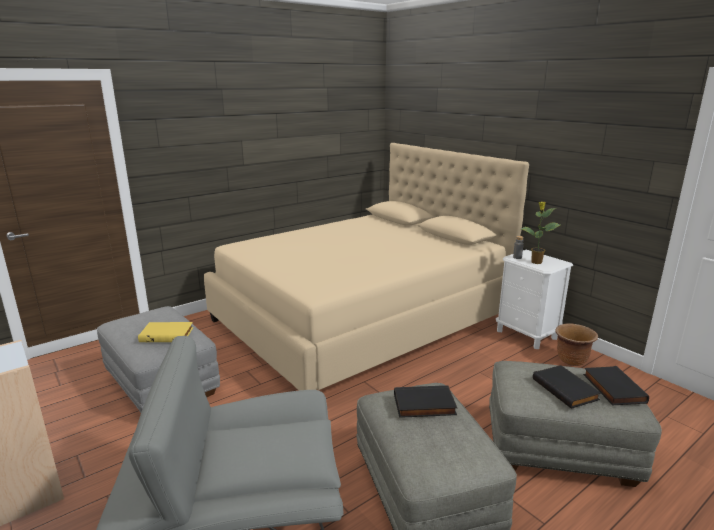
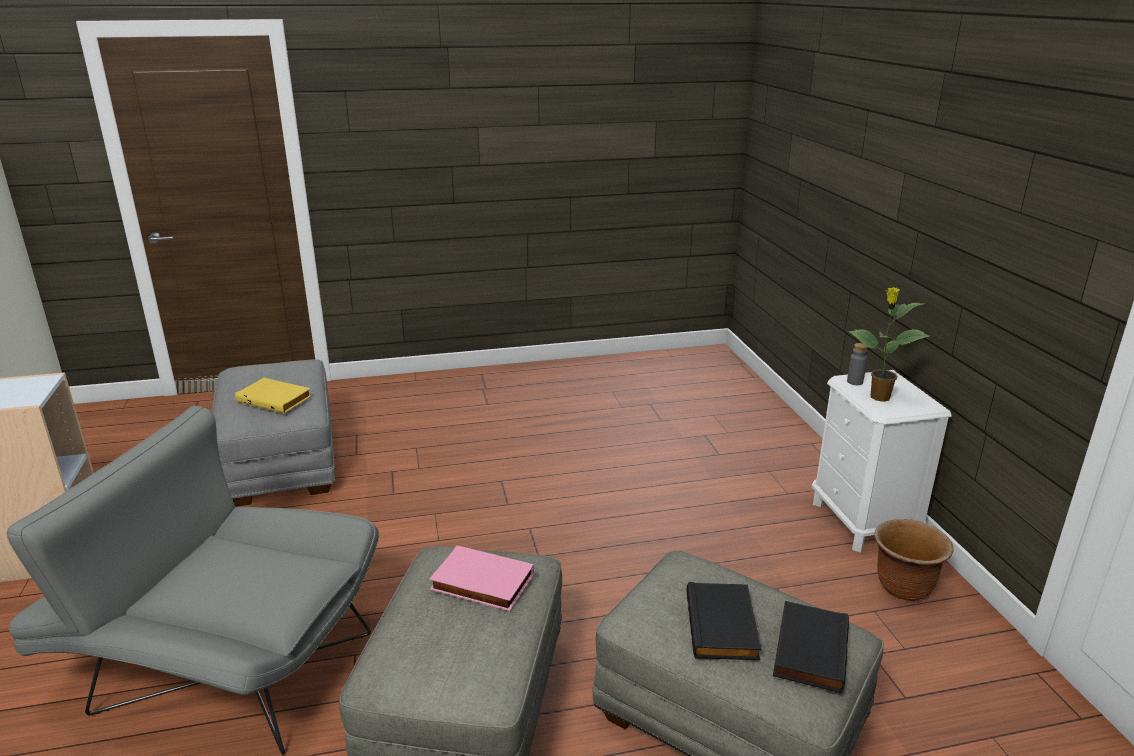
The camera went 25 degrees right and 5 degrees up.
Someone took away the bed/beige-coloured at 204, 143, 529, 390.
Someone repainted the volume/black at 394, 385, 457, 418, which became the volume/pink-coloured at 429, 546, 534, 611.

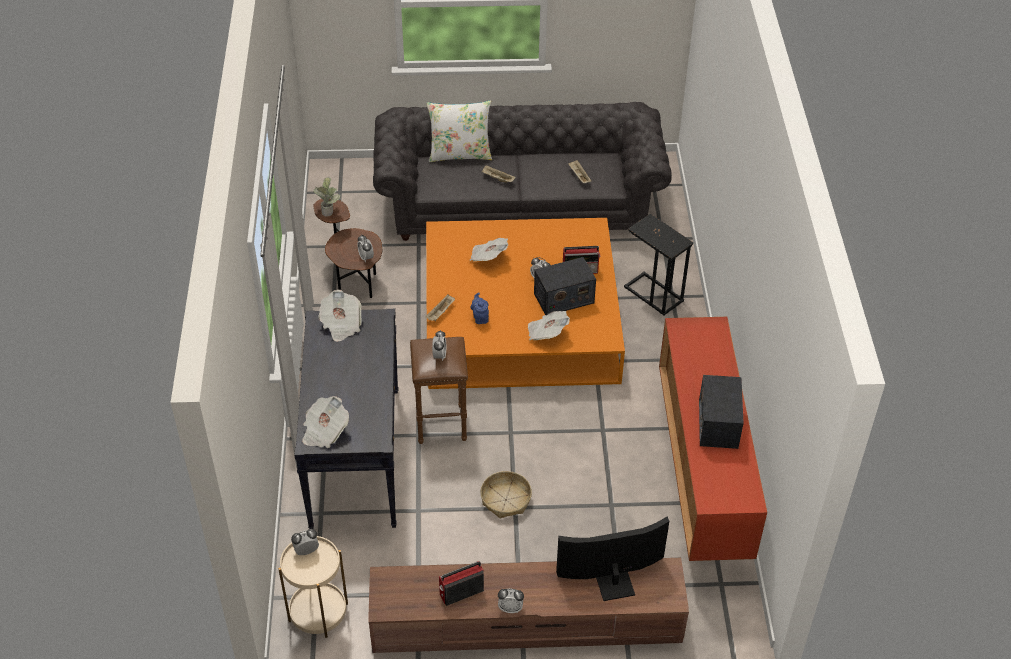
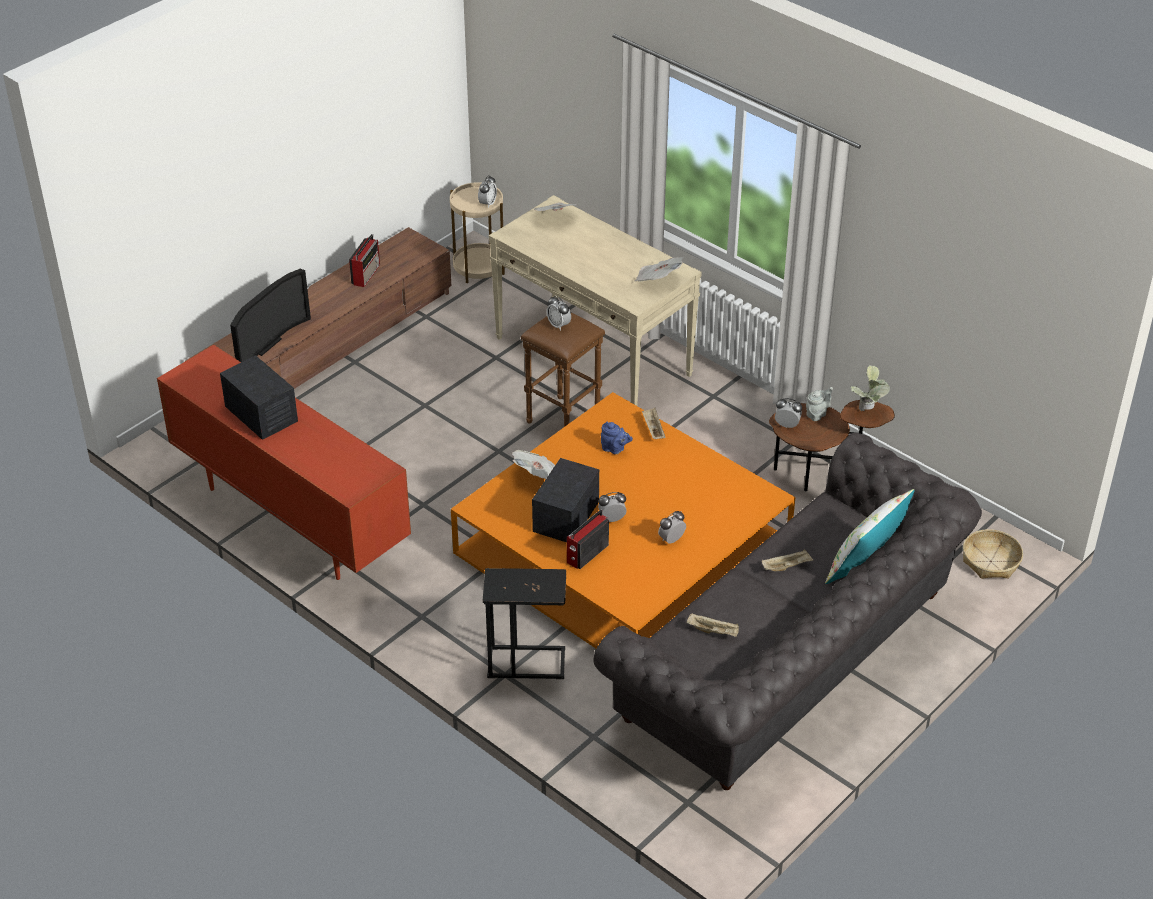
The camera went 135 degrees right and 5 degrees down.
Someone took away the daily paper at 469, 238, 508, 261.
Someone put down the tea pot/gray at 806, 387, 833, 421.
Someone carried the household basket from 480, 471, 532, 518 to 963, 529, 1023, 579.
Someone carried the table clock from 498, 589, 524, 613 to 658, 511, 686, 544.
Someone repainted the hall table/black at 295, 309, 398, 529, which became the hall table/beige-coloured at 489, 195, 702, 406.

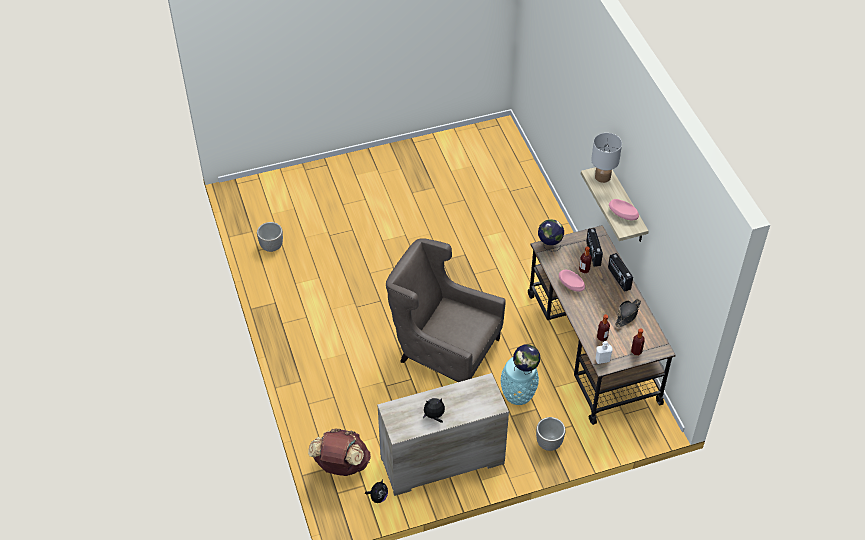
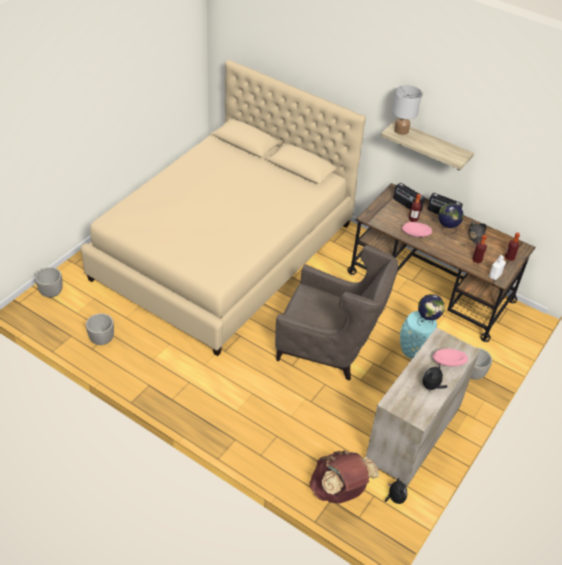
The camera went 40 degrees left and 5 degrees down.
Someone put down the planter at 35, 267, 63, 297.
Someone put down the bed/beige-coloured at 81, 60, 366, 356.
Someone carried the globe from 538, 219, 564, 251 to 438, 203, 463, 234.
Someone carried the bowl/pink-coloured from 609, 199, 639, 220 to 433, 349, 468, 366.
Someone rotated the lounge chair/gray at 386, 238, 506, 382 by 150 degrees counterclockwise.

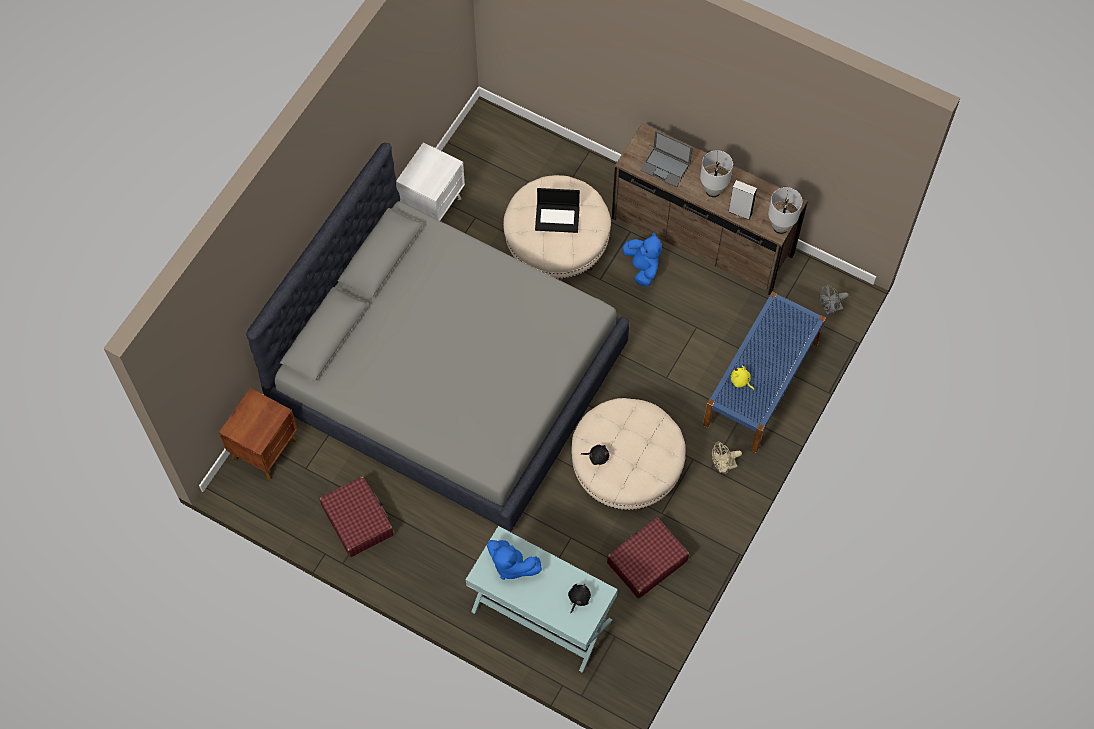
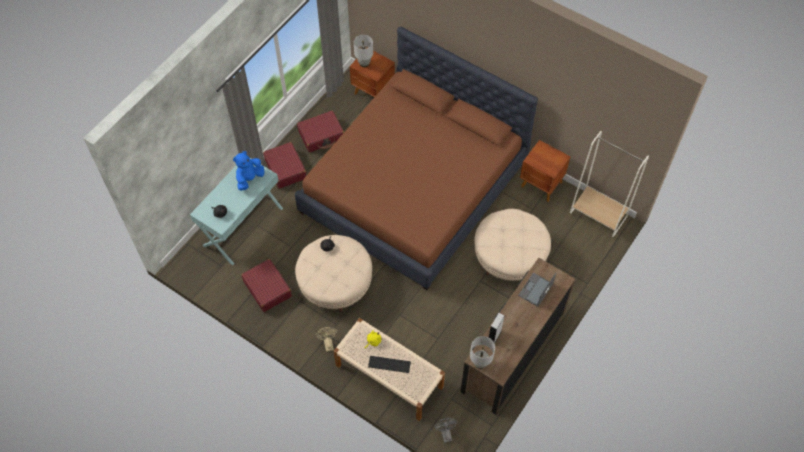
The camera went 95 degrees right and 5 degrees down.
Someone took away the laptop at 535, 188, 580, 233.
Someone took away the plush toy/blue at 623, 232, 662, 287.
Someone put down the suitcase/reddish at 263, 142, 306, 189.
Someone put down the keyboard at 368, 356, 411, 373.
Someone put down the clothes rack at 570, 131, 649, 237.
Someone carried the lamp for a table/white-coloured from 700, 150, 733, 197 to 354, 35, 373, 67.
Someone repainted the bed/gray at 246, 143, 629, 532, which became the bed/brown-coloured at 295, 27, 538, 290.
Someone repainted the night table/white-coloured at 396, 142, 465, 221, which became the night table/brown-coloured at 520, 140, 571, 202.
Someone repainted the long seat/blue at 703, 292, 826, 452, which became the long seat/beige-coloured at 334, 318, 445, 421.

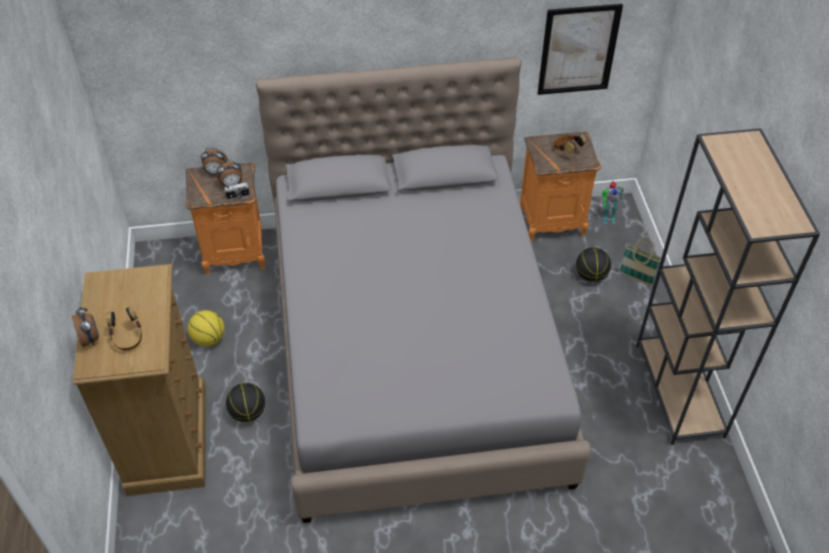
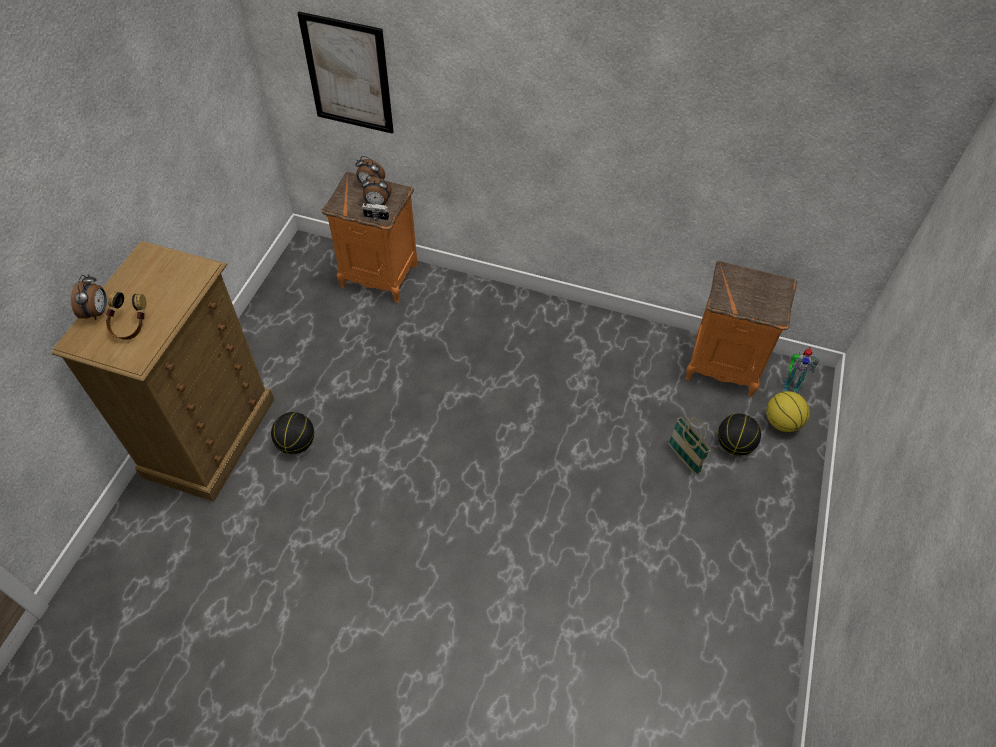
The camera went 25 degrees right and 5 degrees up.
Someone took away the bed/gray at 256, 57, 591, 523.
Someone took away the pair of headphones at 554, 135, 586, 153.
Someone took away the bookcase at 636, 128, 820, 445.
Someone carried the basketball from 187, 310, 225, 347 to 766, 391, 810, 432.
Someone carried the wall art from 537, 4, 623, 95 to 297, 12, 394, 134.
Someone carried the household basket from 619, 238, 661, 286 to 668, 416, 711, 475.

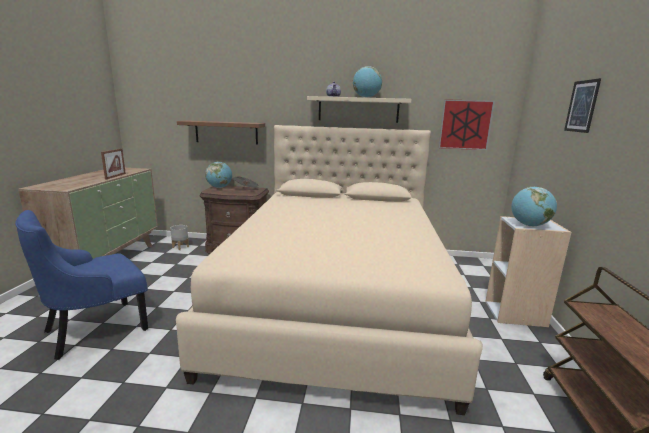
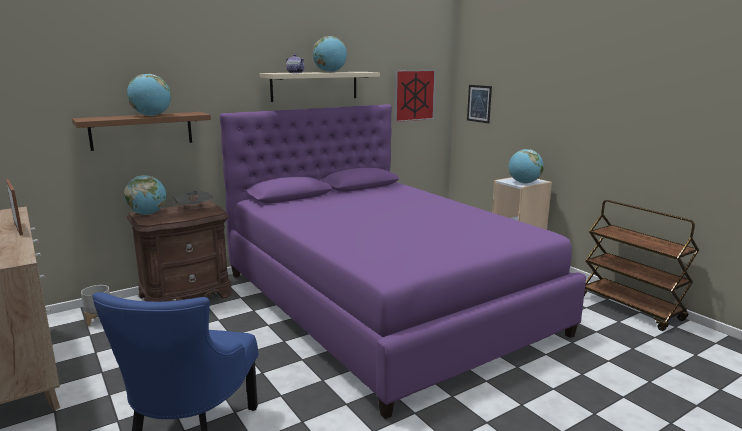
The camera went 40 degrees left and 0 degrees up.
Someone put down the globe at 127, 74, 171, 116.
Someone carried the wall art from 564, 78, 601, 133 to 467, 85, 492, 123.
Someone repainted the bed/beige-coloured at 176, 125, 483, 415, which became the bed/purple-coloured at 220, 104, 586, 419.

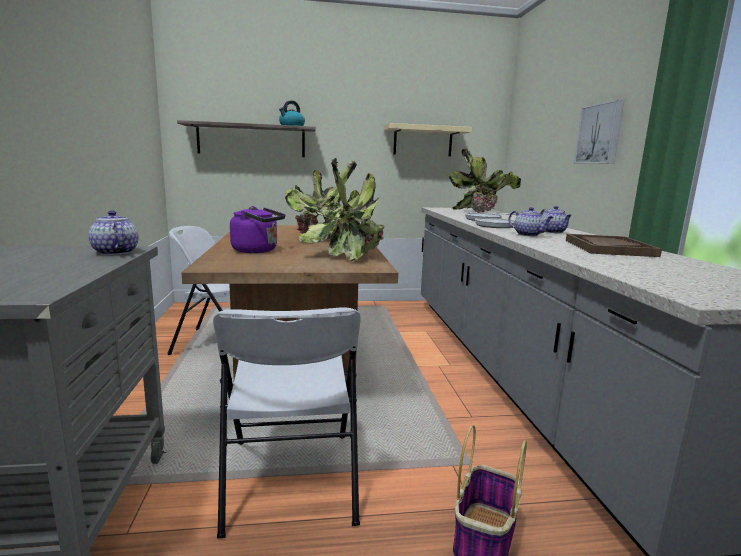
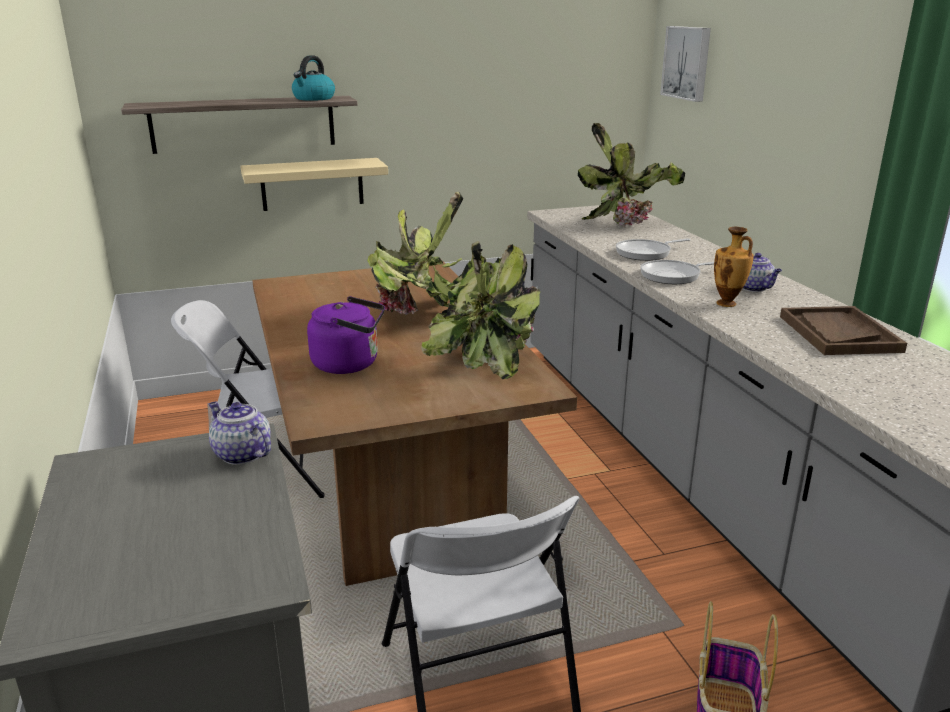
The camera went 10 degrees left and 10 degrees up.
Someone carried the wall shelf/beige-coloured from 384, 123, 472, 157 to 240, 158, 388, 211.
Someone carried the wall art from 574, 100, 625, 164 to 660, 26, 711, 102.
Someone swapped the tea pot at 508, 207, 553, 236 for the flower vase at 714, 227, 754, 307.

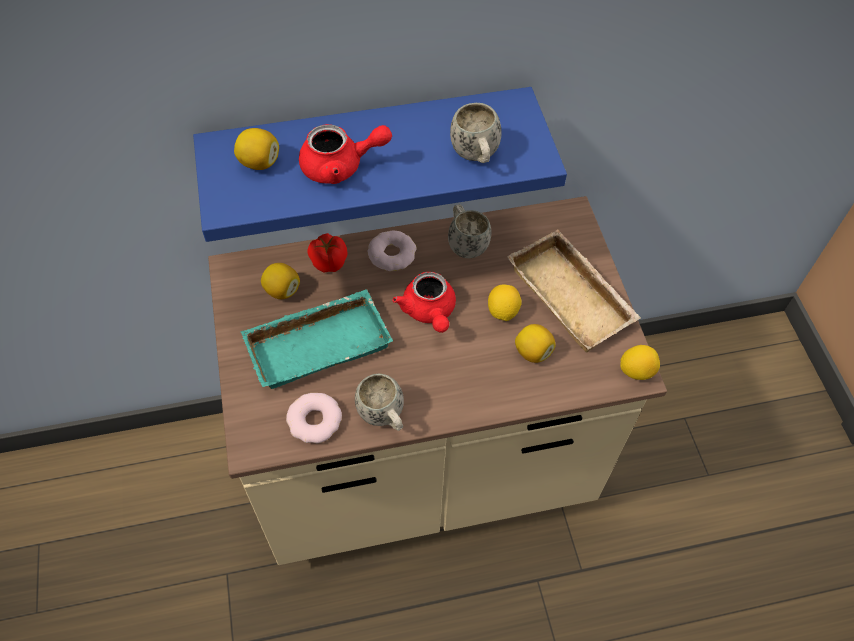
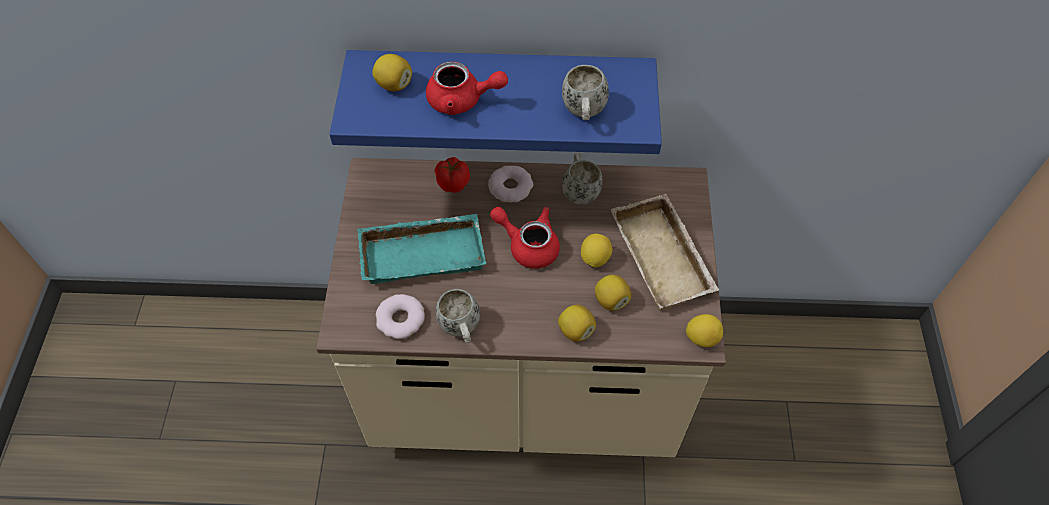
The camera went 15 degrees right and 0 degrees up.
Someone carried the citrus fruit from 261, 263, 300, 299 to 558, 305, 596, 342.
Someone rotated the tea pot/reddish at 393, 272, 456, 333 by 120 degrees clockwise.

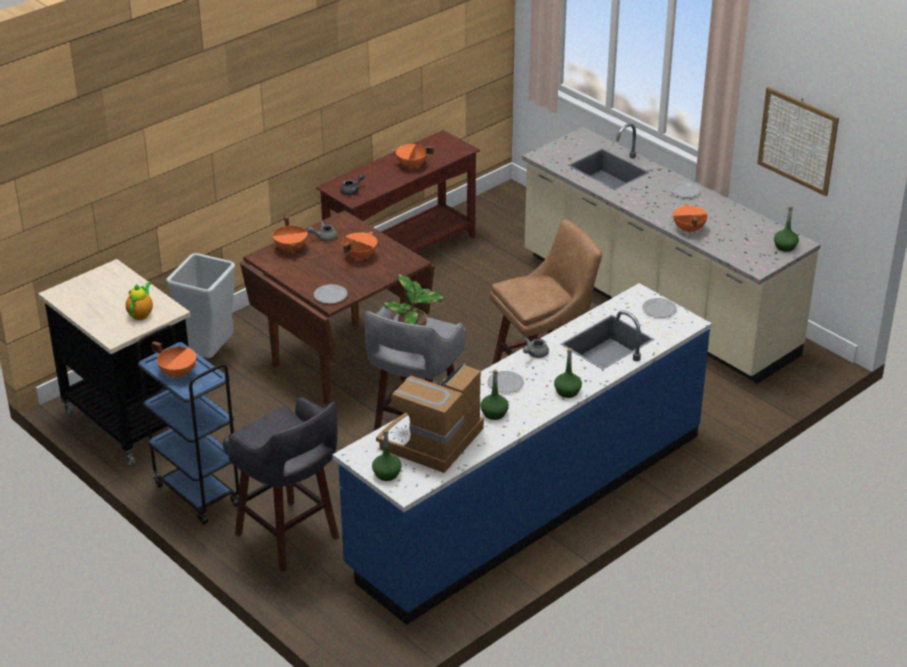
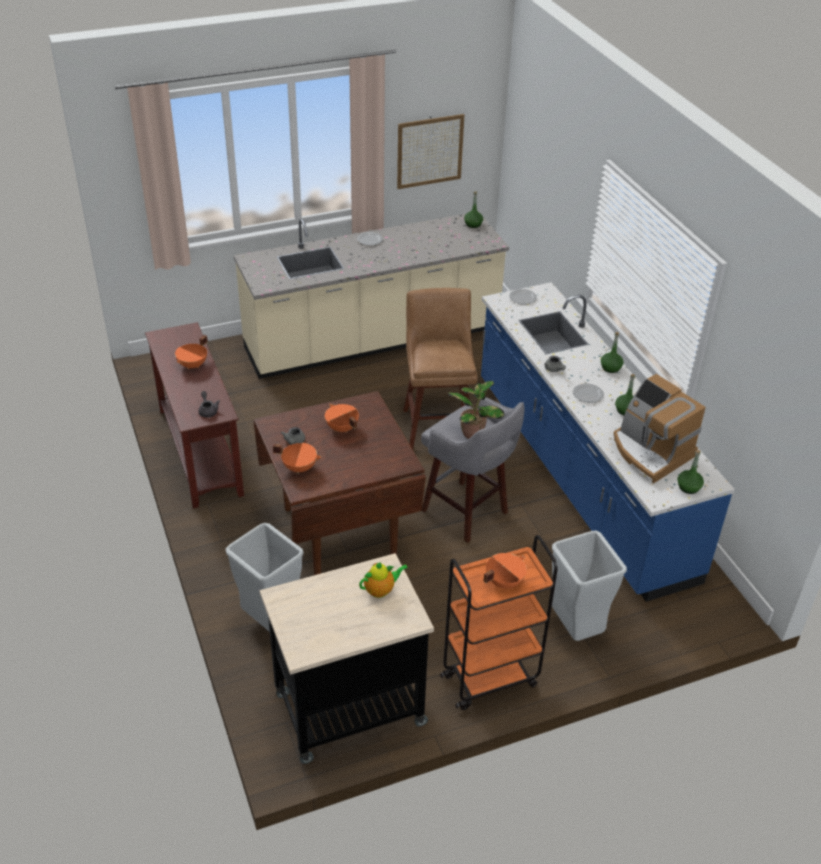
The camera went 70 degrees left and 5 degrees up.
Someone took away the dinner plate at 314, 284, 347, 304.
Someone took away the cooking pot/orange-coloured at 673, 203, 708, 234.
Someone swapped the stool/gray at 223, 396, 339, 572 for the trash can/gray at 552, 531, 627, 641.
Someone repainted the cart/blue at 137, 325, 239, 525, which became the cart/orange-coloured at 440, 535, 558, 710.
Someone rotated the tea pot at 126, 282, 153, 320 by 120 degrees clockwise.

